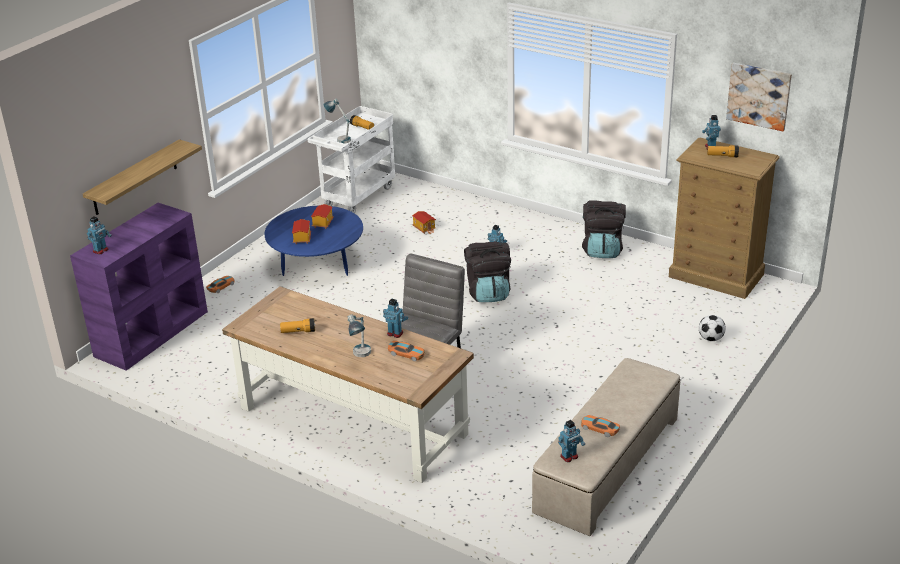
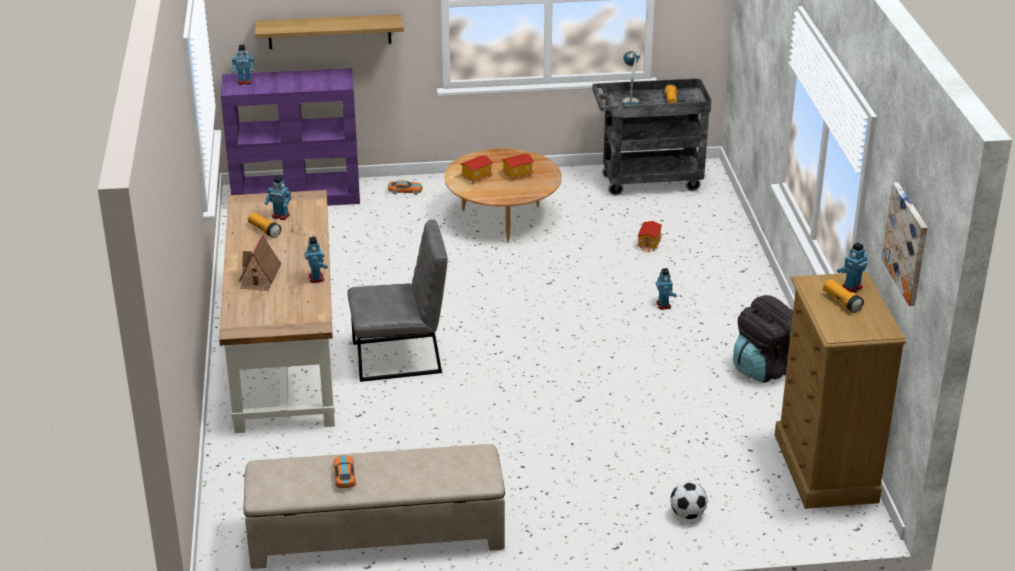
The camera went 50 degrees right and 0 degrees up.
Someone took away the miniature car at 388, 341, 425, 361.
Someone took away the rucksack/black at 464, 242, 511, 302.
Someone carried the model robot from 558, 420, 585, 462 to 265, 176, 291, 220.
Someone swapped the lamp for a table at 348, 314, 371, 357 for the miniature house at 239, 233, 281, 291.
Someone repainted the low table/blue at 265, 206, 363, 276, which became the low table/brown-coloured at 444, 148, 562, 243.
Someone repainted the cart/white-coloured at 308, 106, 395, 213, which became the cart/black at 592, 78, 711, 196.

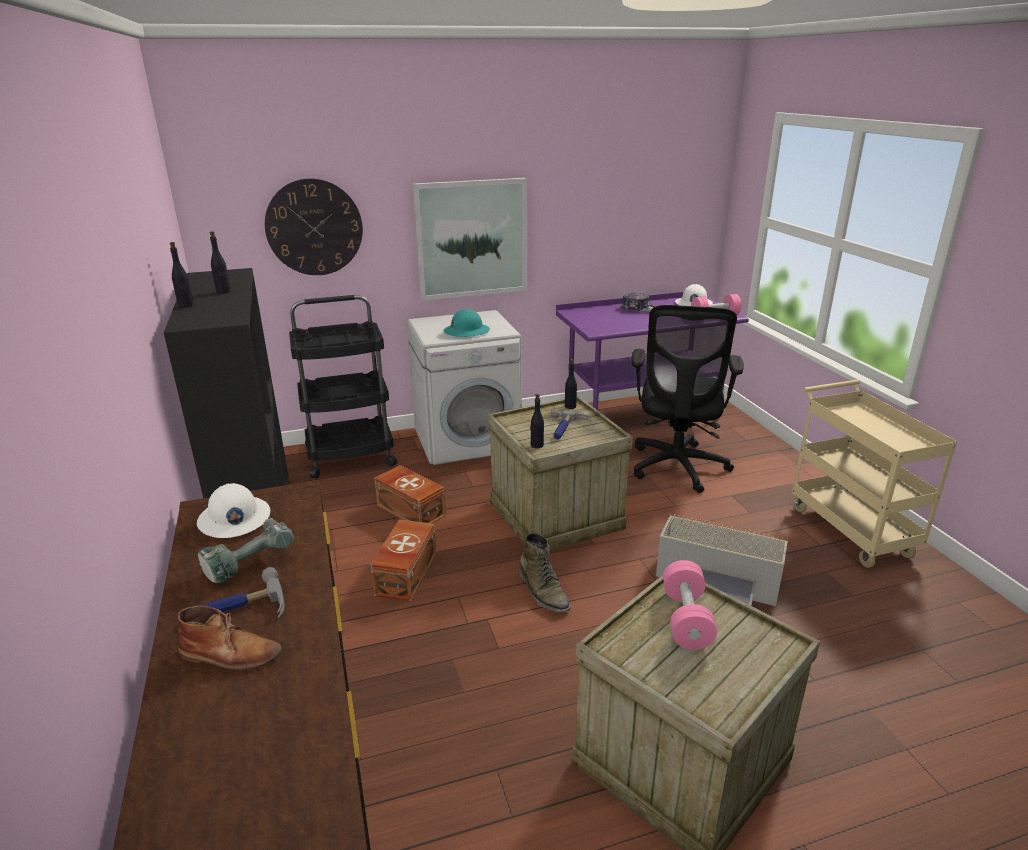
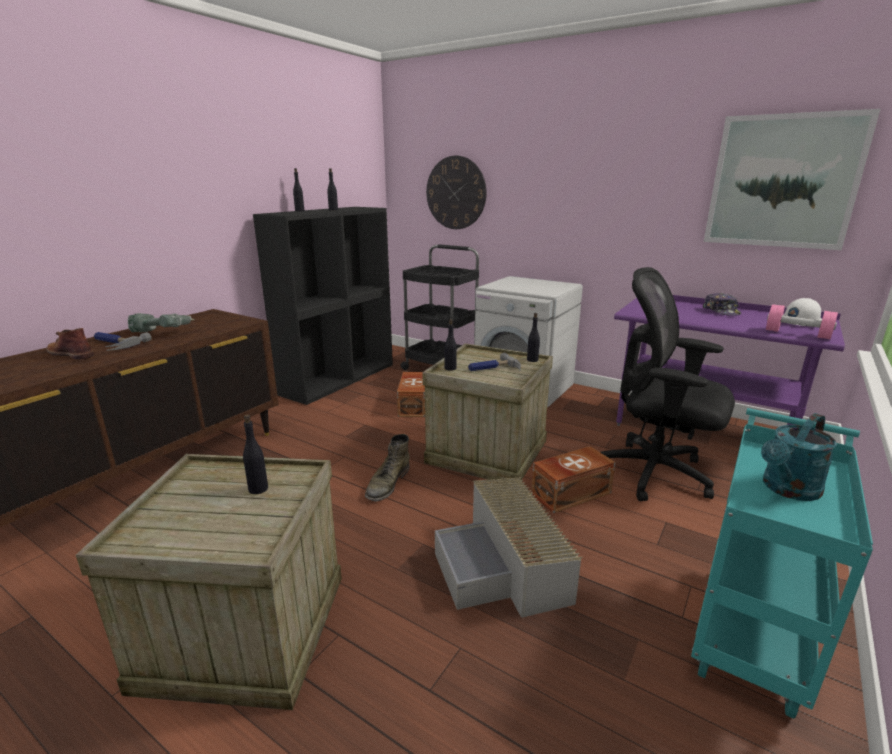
The camera went 50 degrees right and 5 degrees down.
Someone took away the hard hat/white-coloured at 197, 483, 270, 538.
Someone took away the hard hat/turquoise at 443, 309, 490, 337.
Someone put down the watering pot/turquoise at 761, 413, 837, 501.
Someone carried the storage box/brown-coloured from 370, 519, 436, 601 to 531, 446, 615, 513.
Someone carried the wall art from 412, 178, 527, 301 to 704, 109, 880, 250.
Someone swapped the free weight/pink-coloured at 663, 560, 717, 650 for the beverage bottle/black at 243, 415, 268, 494.
Someone repainted the cart/beige-coloured at 792, 379, 957, 568, which became the cart/turquoise at 691, 408, 873, 718.
Someone rotated the high-top boot/brown-coloured at 178, 605, 282, 670 by 150 degrees clockwise.
Someone rotated the office chair/black at 631, 305, 744, 493 by 60 degrees clockwise.

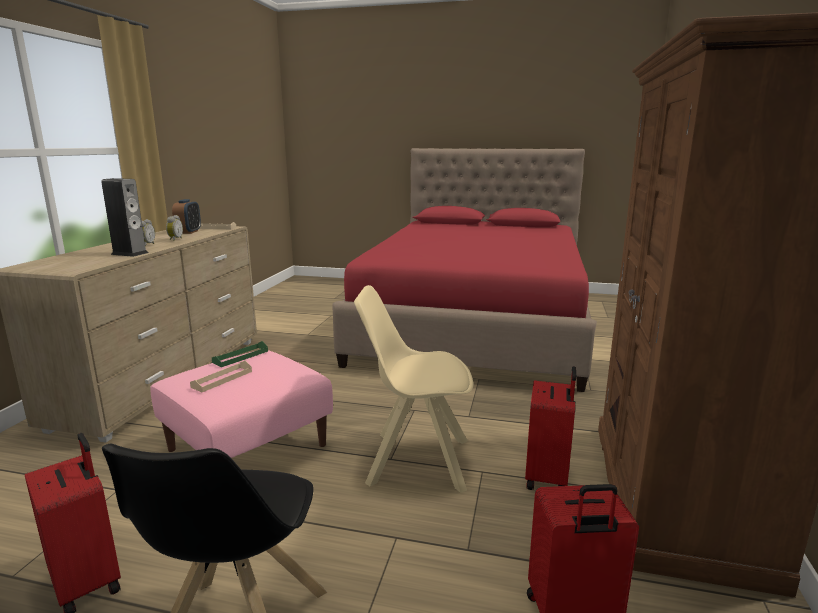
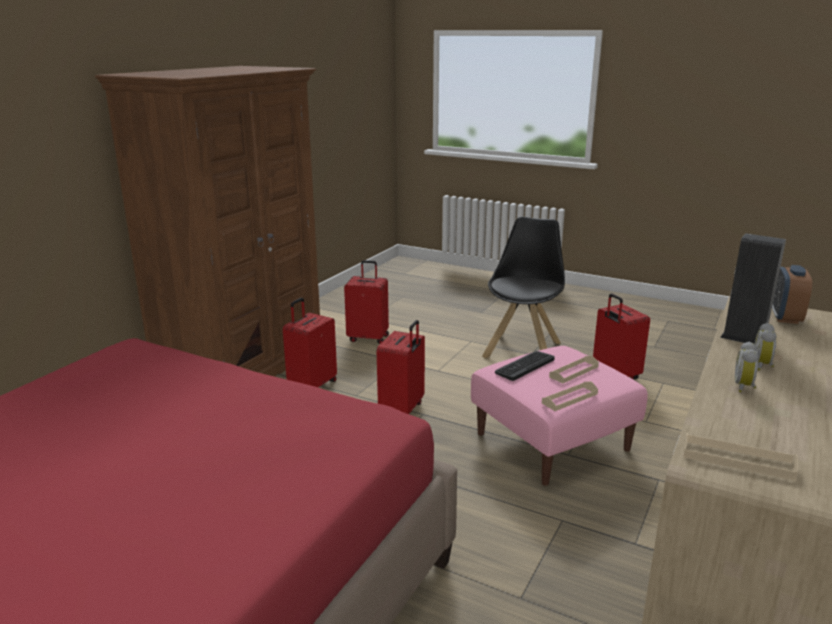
The camera went 165 degrees left and 5 degrees up.
Someone put down the keyboard at 495, 351, 555, 381.
Someone carried the table clock from 172, 199, 201, 234 to 772, 265, 812, 324.
Someone swapped the plain chair/beige-coloured at 354, 285, 473, 493 for the suitcase/reddish at 377, 320, 425, 414.
Someone repainted the tray/green-coloured at 212, 341, 268, 367, which became the tray/beige-coloured at 542, 381, 598, 411.

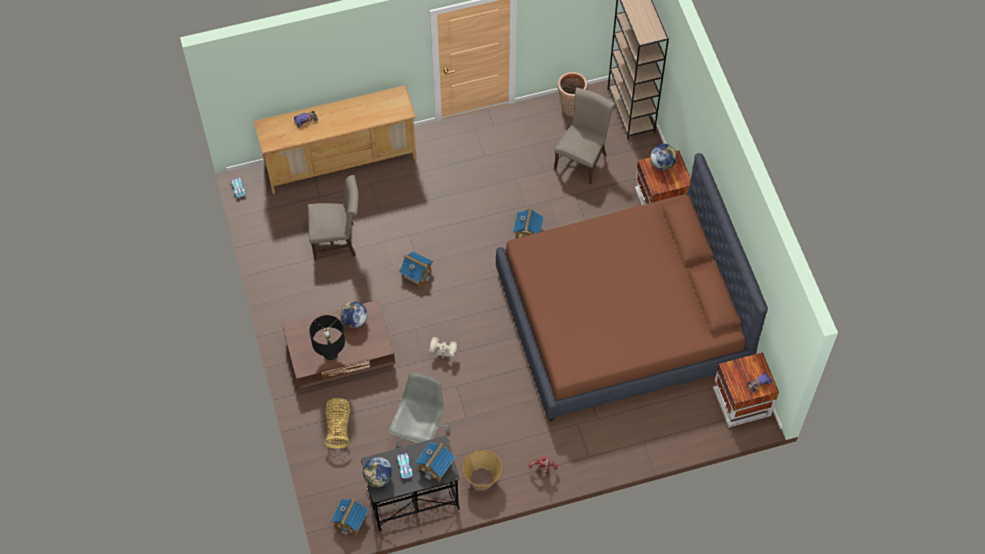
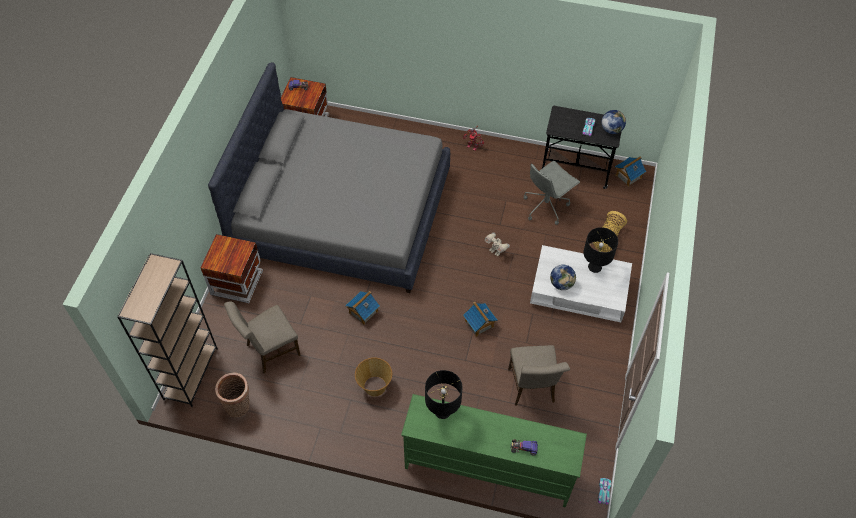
The camera went 150 degrees left and 5 degrees down.
Someone took away the miniature house at 415, 442, 455, 482.
Someone took away the globe at 650, 144, 677, 170.
Someone put down the lamp for a table/black at 425, 370, 462, 419.
Someone carried the household basket from 463, 450, 502, 490 to 355, 358, 392, 396.
Someone repainted the dresser/brown-coloured at 254, 85, 416, 194, which became the dresser/green-coloured at 401, 394, 587, 507.
Someone repainted the low table/brown-coloured at 282, 300, 395, 389, which became the low table/white-coloured at 530, 245, 632, 322.
Someone repainted the bed/brown-coloured at 496, 153, 768, 422, which became the bed/gray at 208, 62, 450, 293.
Someone rotated the plain chair/beige-coloured at 307, 175, 359, 260 by 120 degrees counterclockwise.

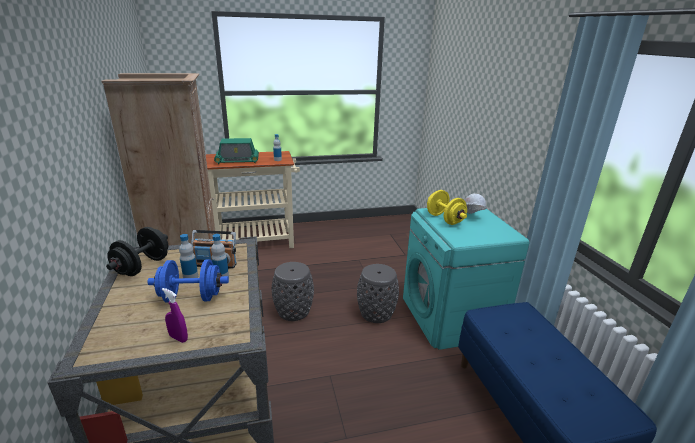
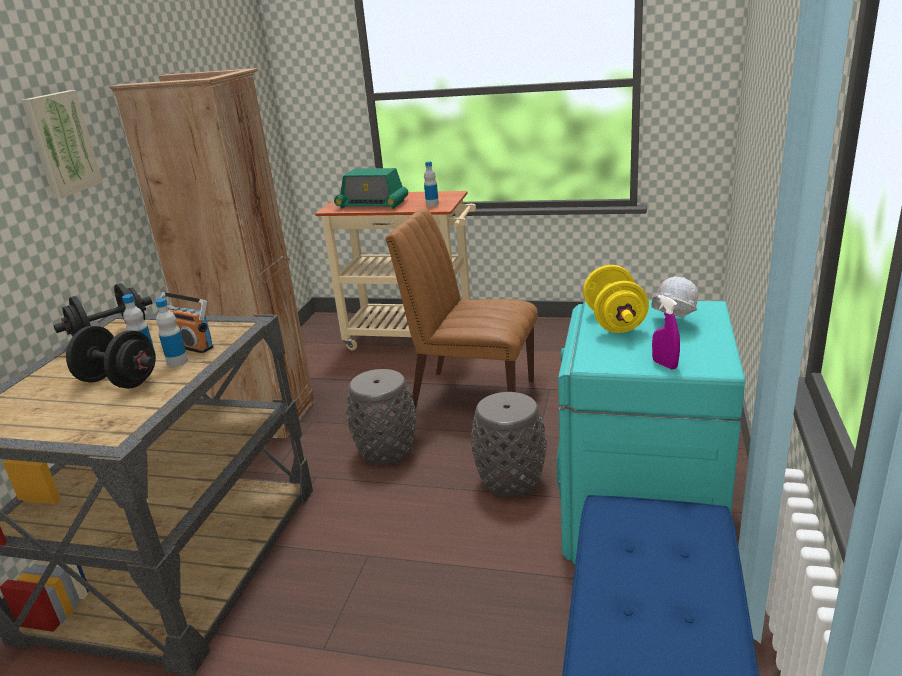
The camera went 30 degrees right and 0 degrees up.
Someone put up the wall art at 21, 90, 103, 199.
Someone put down the plain chair/brown-coloured at 385, 208, 538, 410.
Someone carried the sprayer/purple-coloured from 162, 288, 188, 343 to 652, 295, 680, 370.
Someone repainted the free weight/blue at 148, 259, 229, 302, which became the free weight/black at 66, 326, 156, 389.

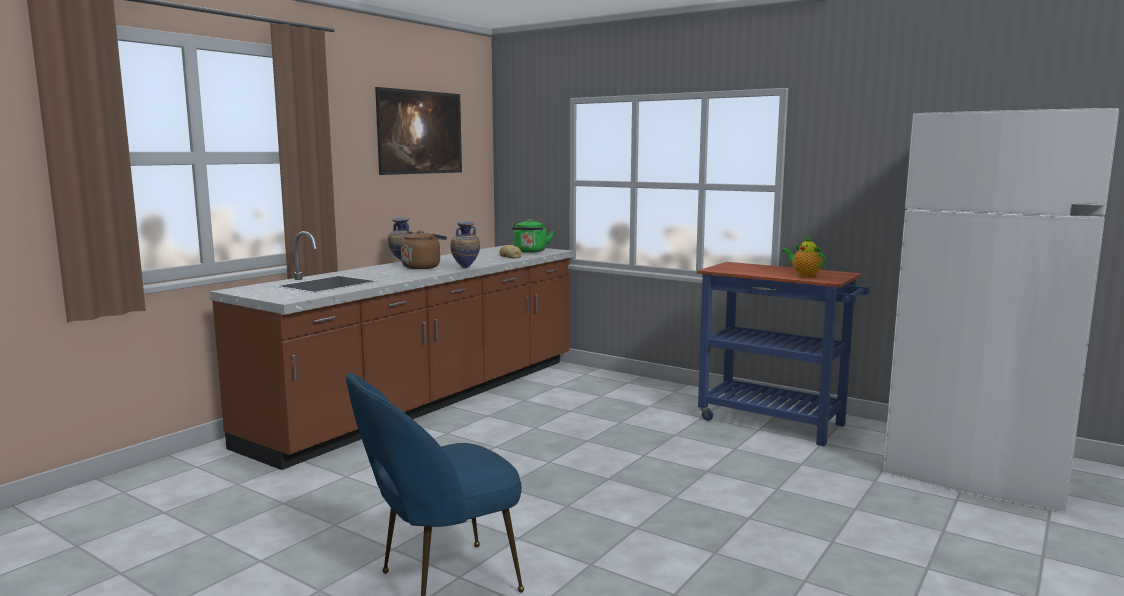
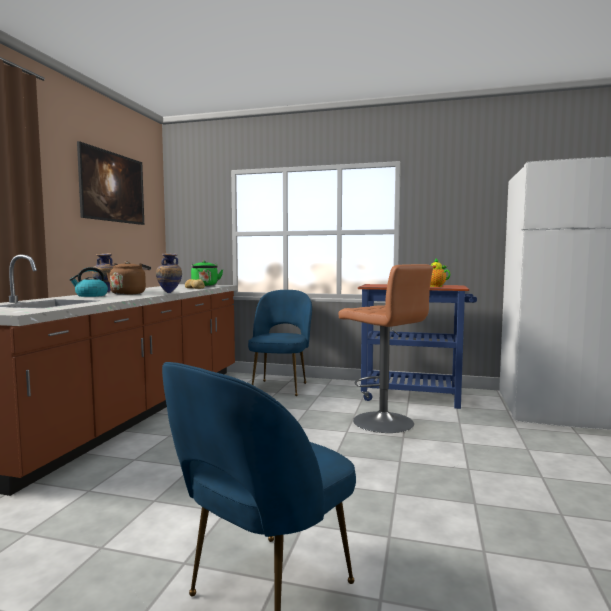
The camera went 20 degrees left and 5 degrees down.
Someone put down the water kettle at 69, 267, 108, 297.
Someone put down the plain chair/blue at 248, 290, 312, 396.
Someone put down the stool/brown-coloured at 339, 264, 433, 433.

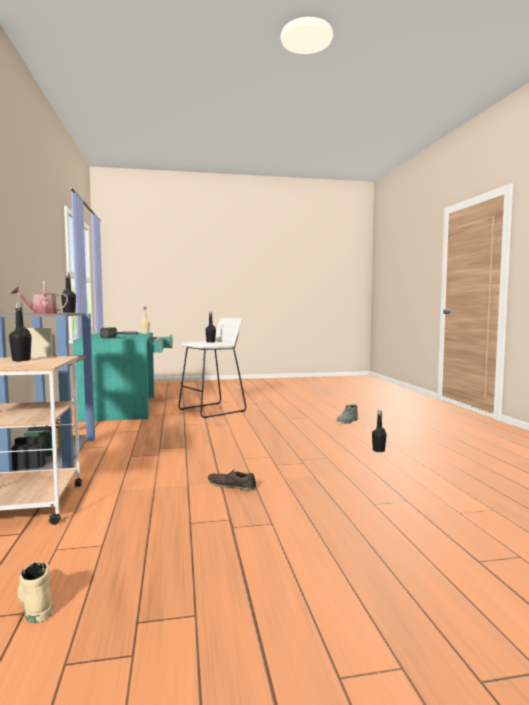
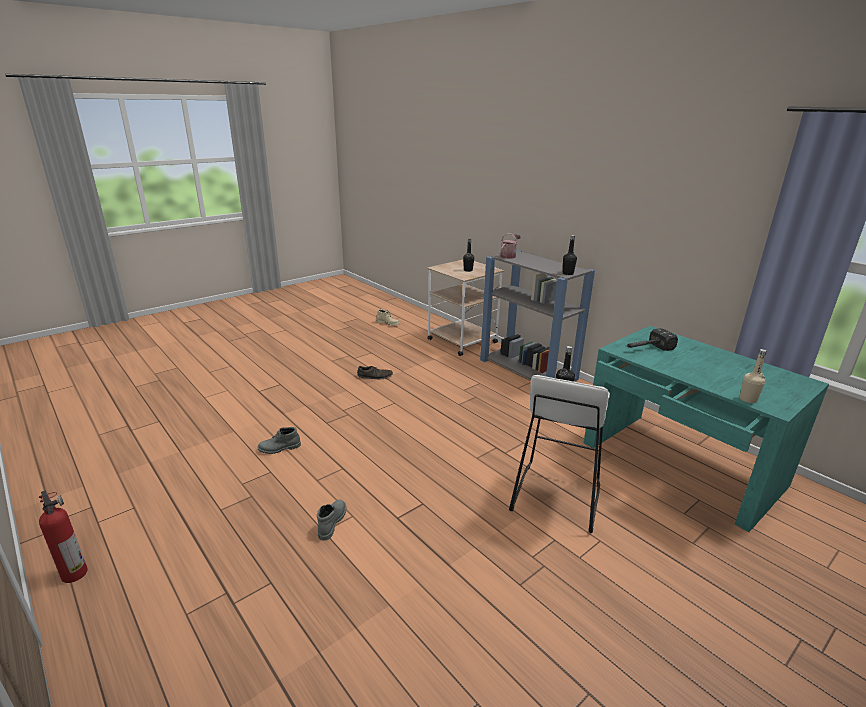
The camera went 150 degrees right and 20 degrees up.
Someone put down the extinguisher at 39, 490, 88, 583.
Someone swapped the beverage bottle/black at 372, 410, 387, 452 for the high-top boot/gray at 257, 427, 301, 454.

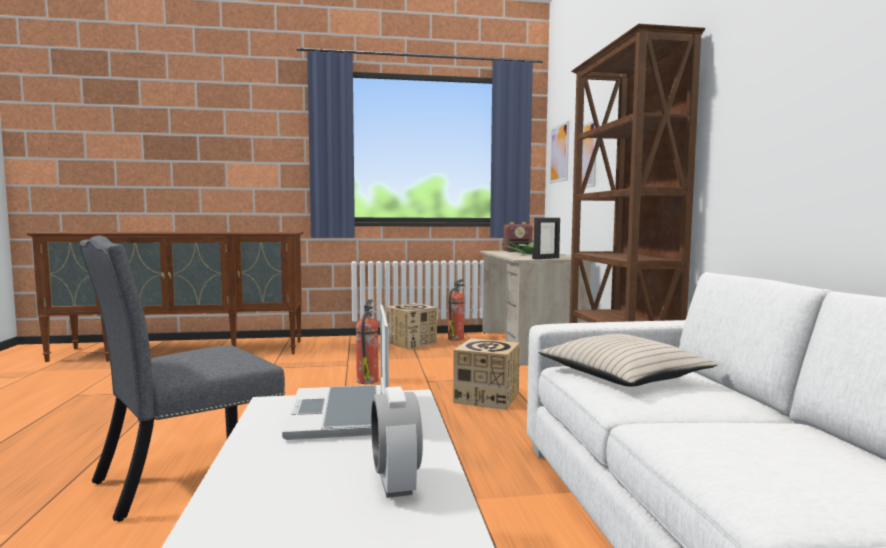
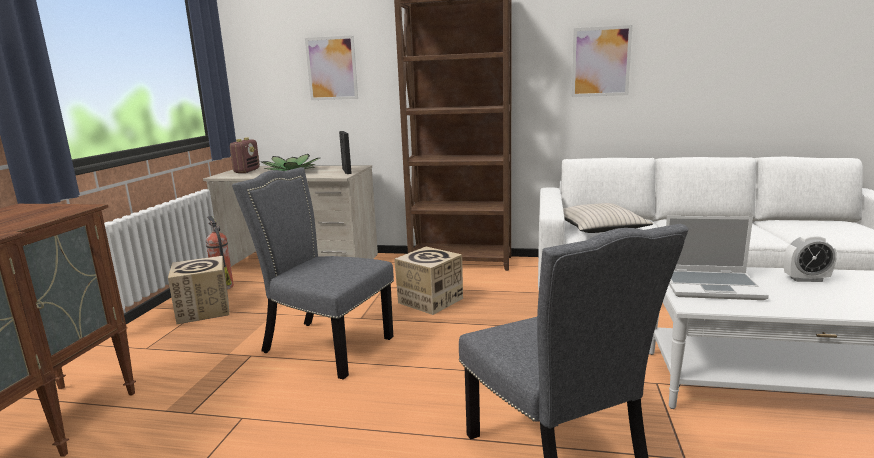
The camera went 70 degrees left and 10 degrees up.
Someone carried the wall art from 550, 121, 569, 183 to 572, 25, 632, 97.
Someone swapped the extinguisher at 356, 299, 378, 384 for the plain chair/gray at 232, 167, 394, 380.

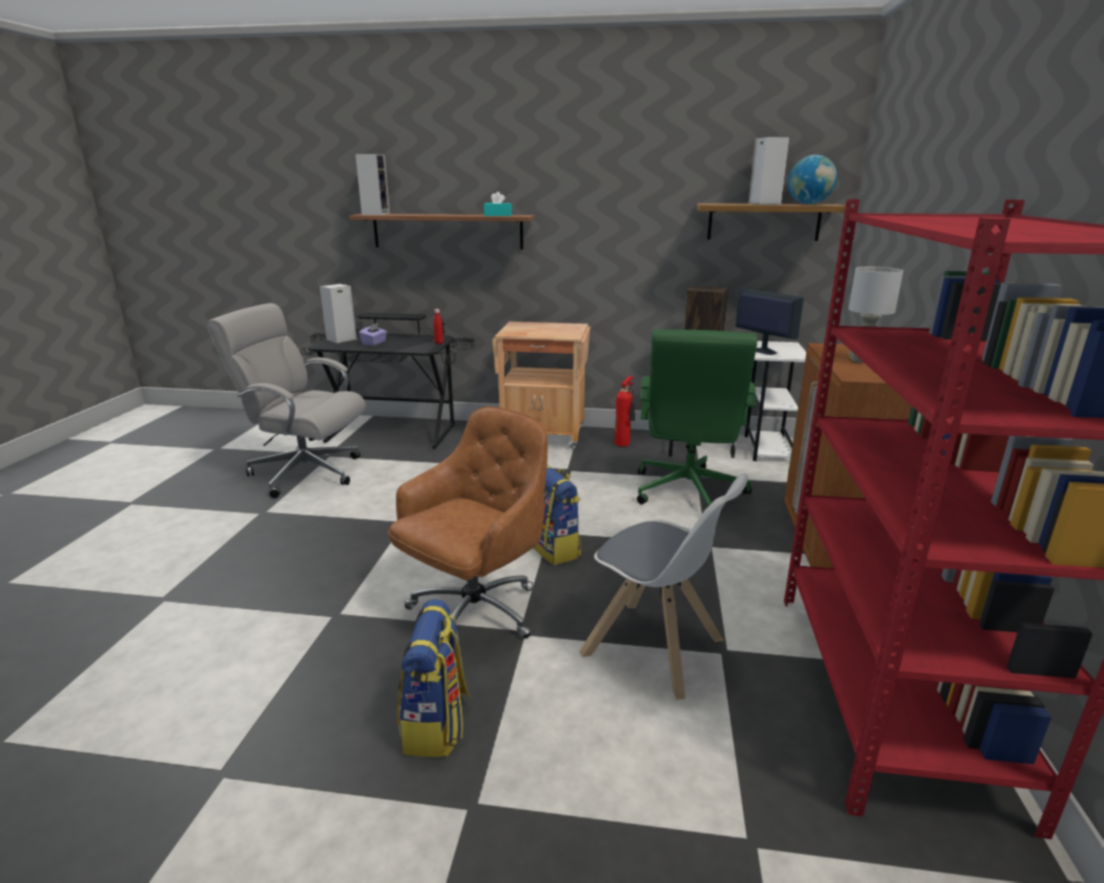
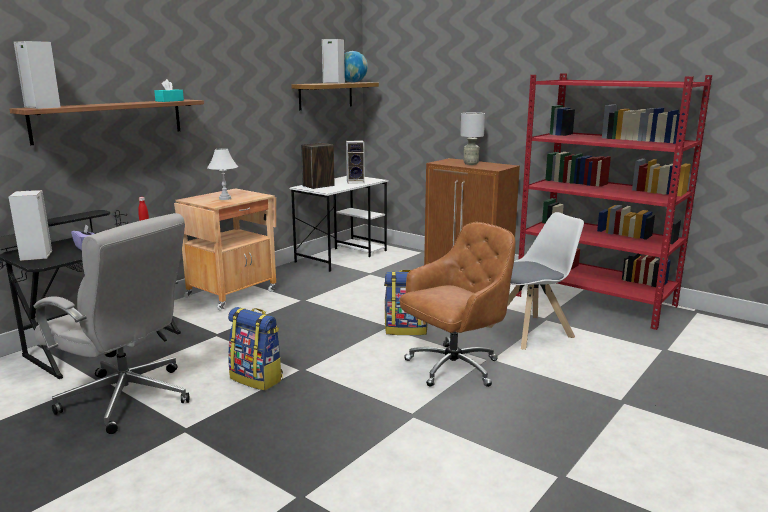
The camera went 60 degrees left and 5 degrees down.
Someone took away the extinguisher at 614, 376, 635, 447.
Someone took away the office chair/green-coloured at 637, 330, 757, 507.
Someone put down the lamp for a table/white-coloured at 207, 148, 238, 200.
Someone carried the rucksack from 397, 599, 470, 757 to 228, 307, 283, 391.
Someone swapped the computer display at 736, 288, 804, 355 for the audio speaker at 346, 140, 365, 184.
Someone rotated the office chair/gray at 207, 303, 366, 498 by 105 degrees counterclockwise.
Someone rotated the office chair/brown-coloured at 388, 406, 548, 638 by 75 degrees clockwise.

